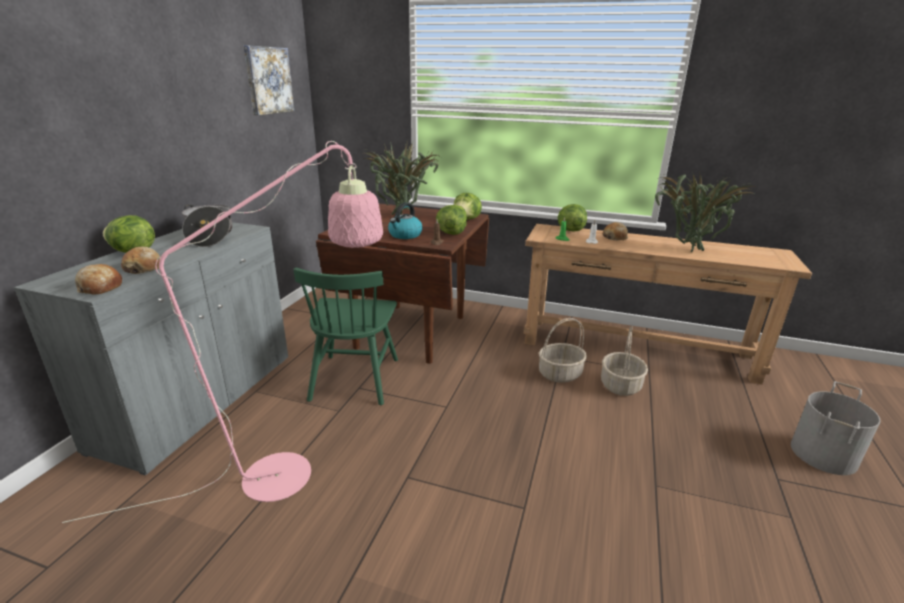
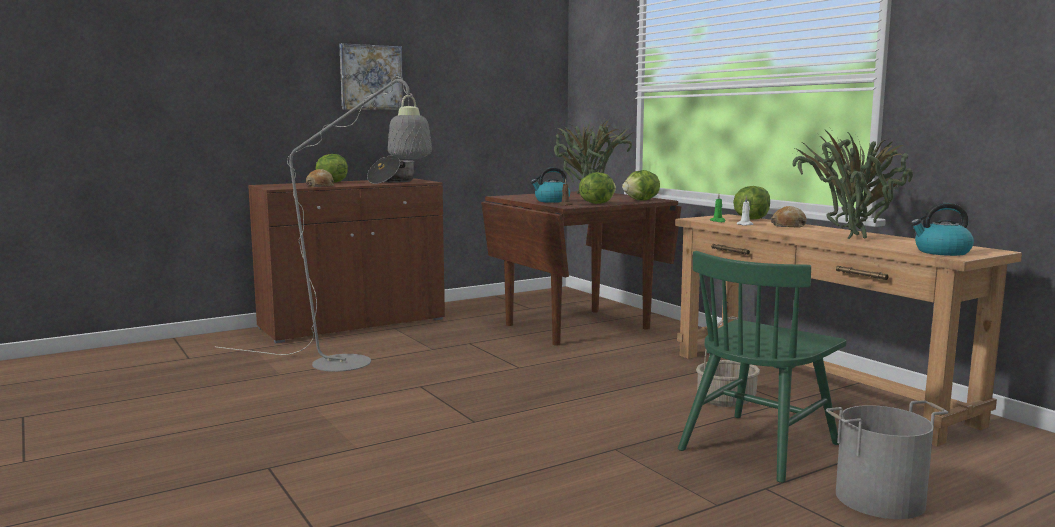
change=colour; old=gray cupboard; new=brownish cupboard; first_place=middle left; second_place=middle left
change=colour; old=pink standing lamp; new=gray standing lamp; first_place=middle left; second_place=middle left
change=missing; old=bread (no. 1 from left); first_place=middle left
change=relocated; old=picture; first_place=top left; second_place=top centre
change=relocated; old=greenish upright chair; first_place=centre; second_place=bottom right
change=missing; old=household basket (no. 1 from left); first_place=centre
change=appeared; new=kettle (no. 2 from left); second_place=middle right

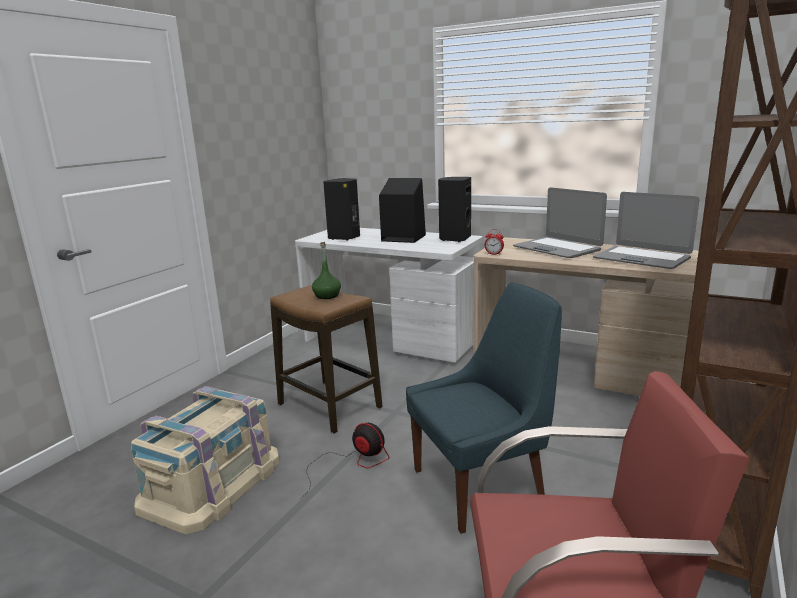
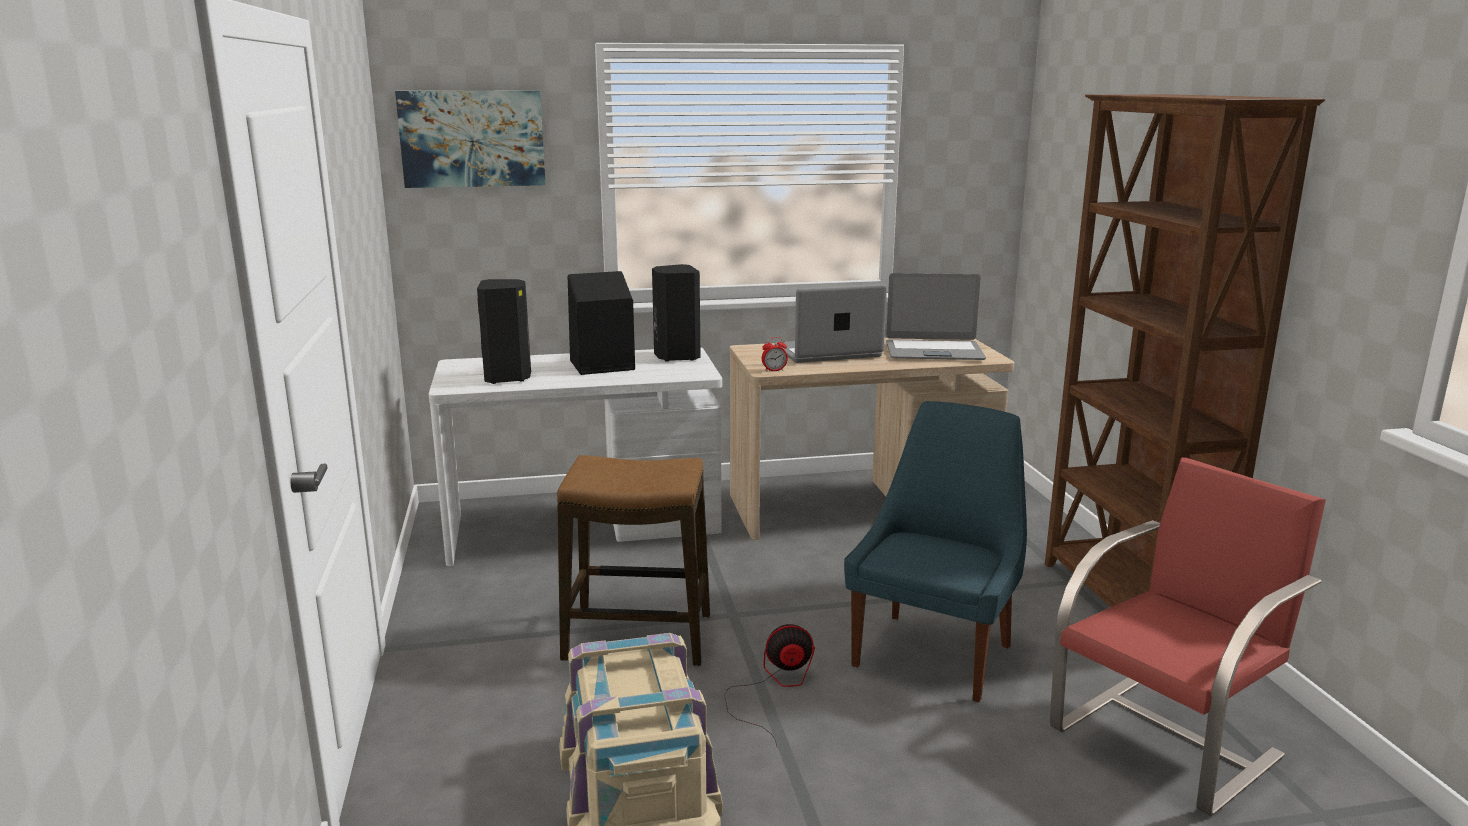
change=missing; old=greenish beverage bottle; first_place=centre
change=spun; old=portable computer (no. 1 from left); first_place=middle right; second_place=centre; degrees=150
change=appeared; new=picture; second_place=top left

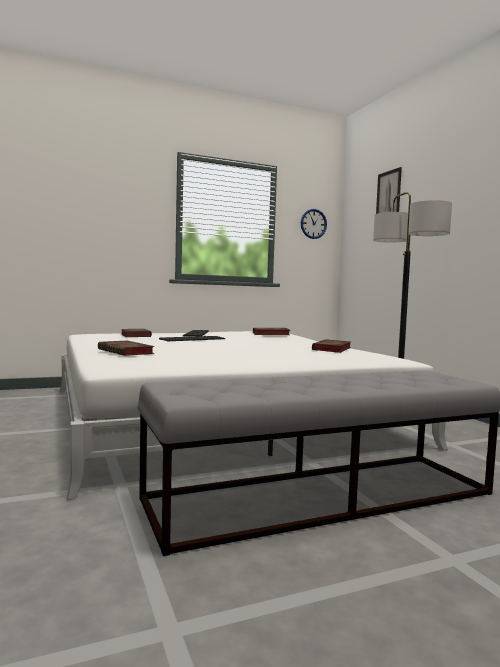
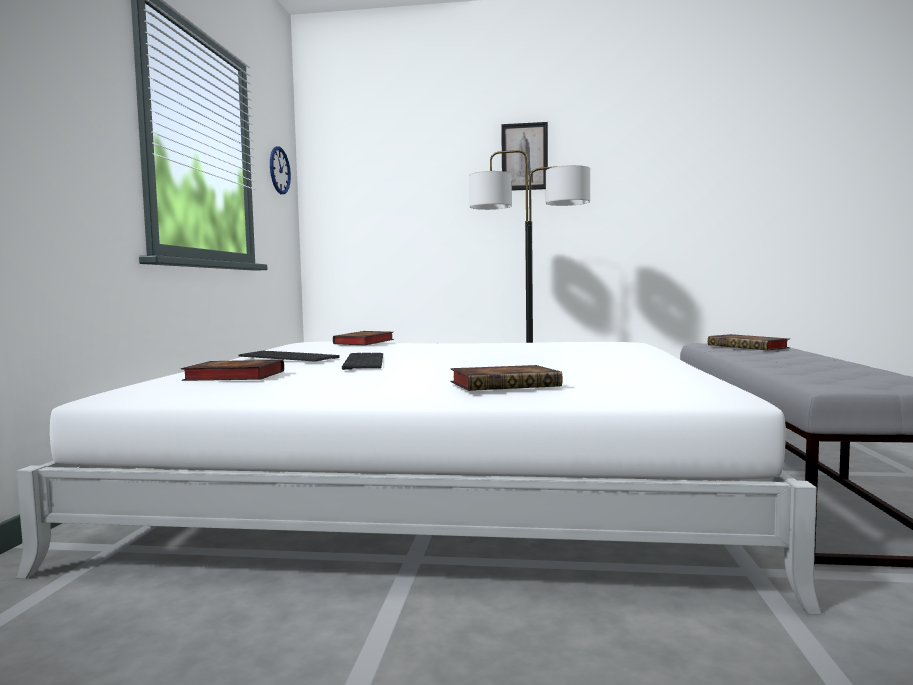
change=relocated; old=volume (no. 4 from left); first_place=centre; second_place=middle right
change=relocated; old=picture; first_place=top right; second_place=top centre

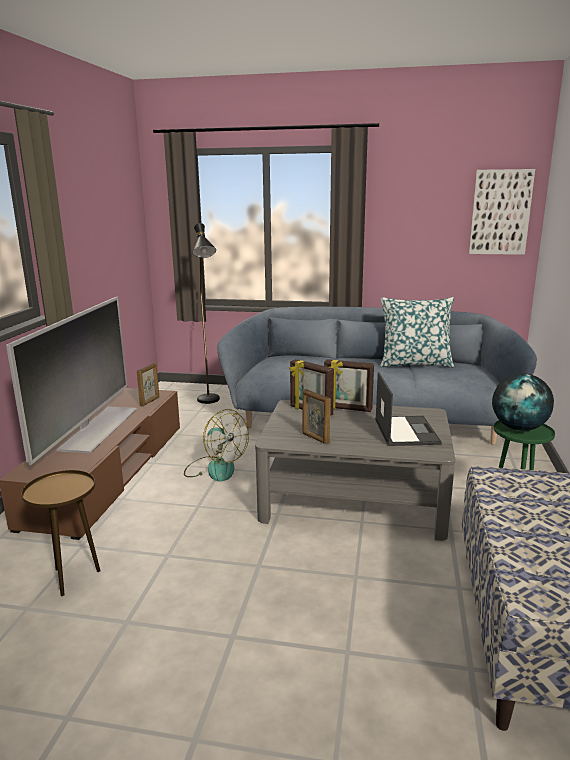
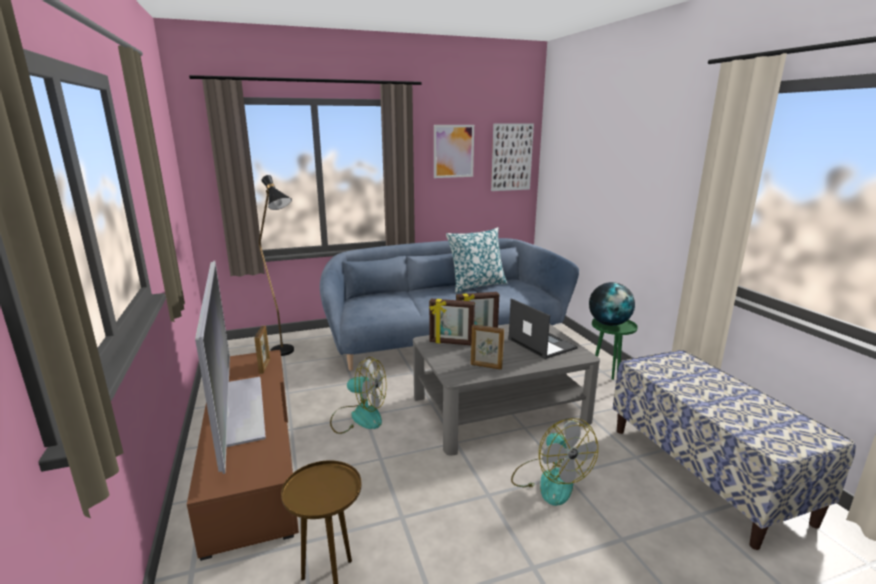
change=appeared; new=picture (no. 1 from left); second_place=top centre
change=appeared; new=cooling fan (no. 2 from left); second_place=bottom centre

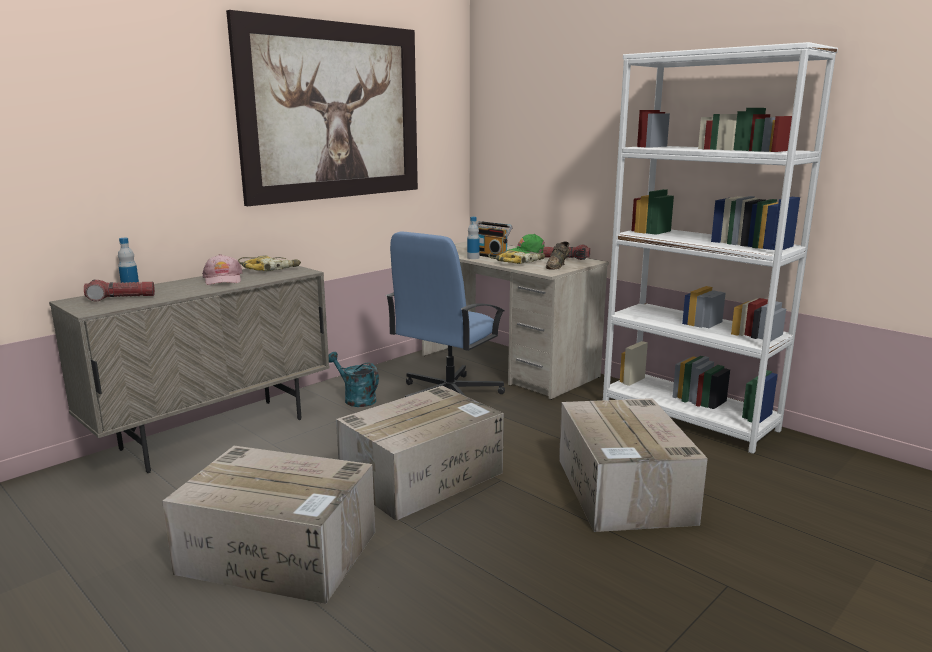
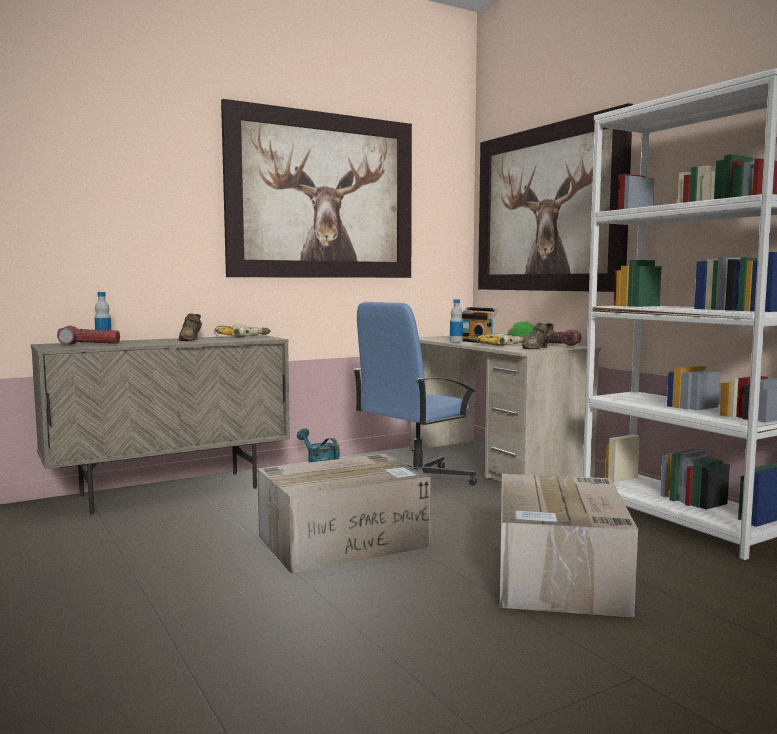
change=missing; old=packing box (no. 1 from left); first_place=bottom left
change=exchanged; old=pink baseball cap; new=brownish low shoe (no. 1 from left); first_place=middle left; second_place=middle left
change=appeared; new=picture (no. 2 from left); second_place=top right

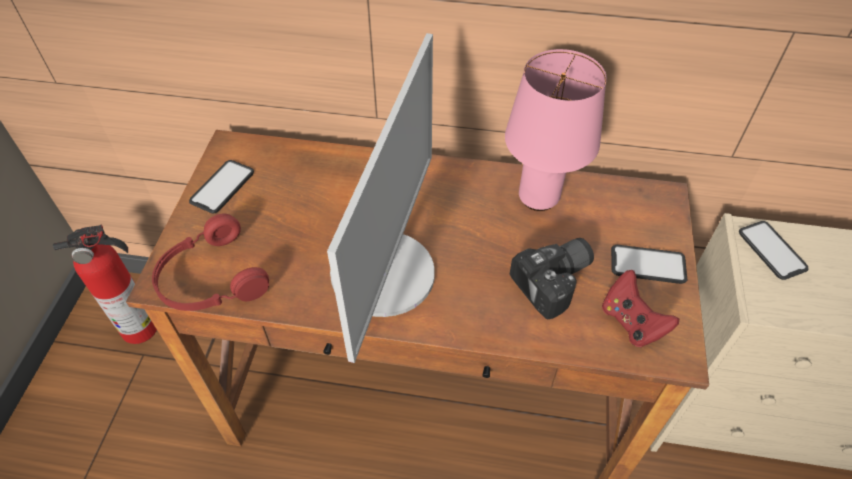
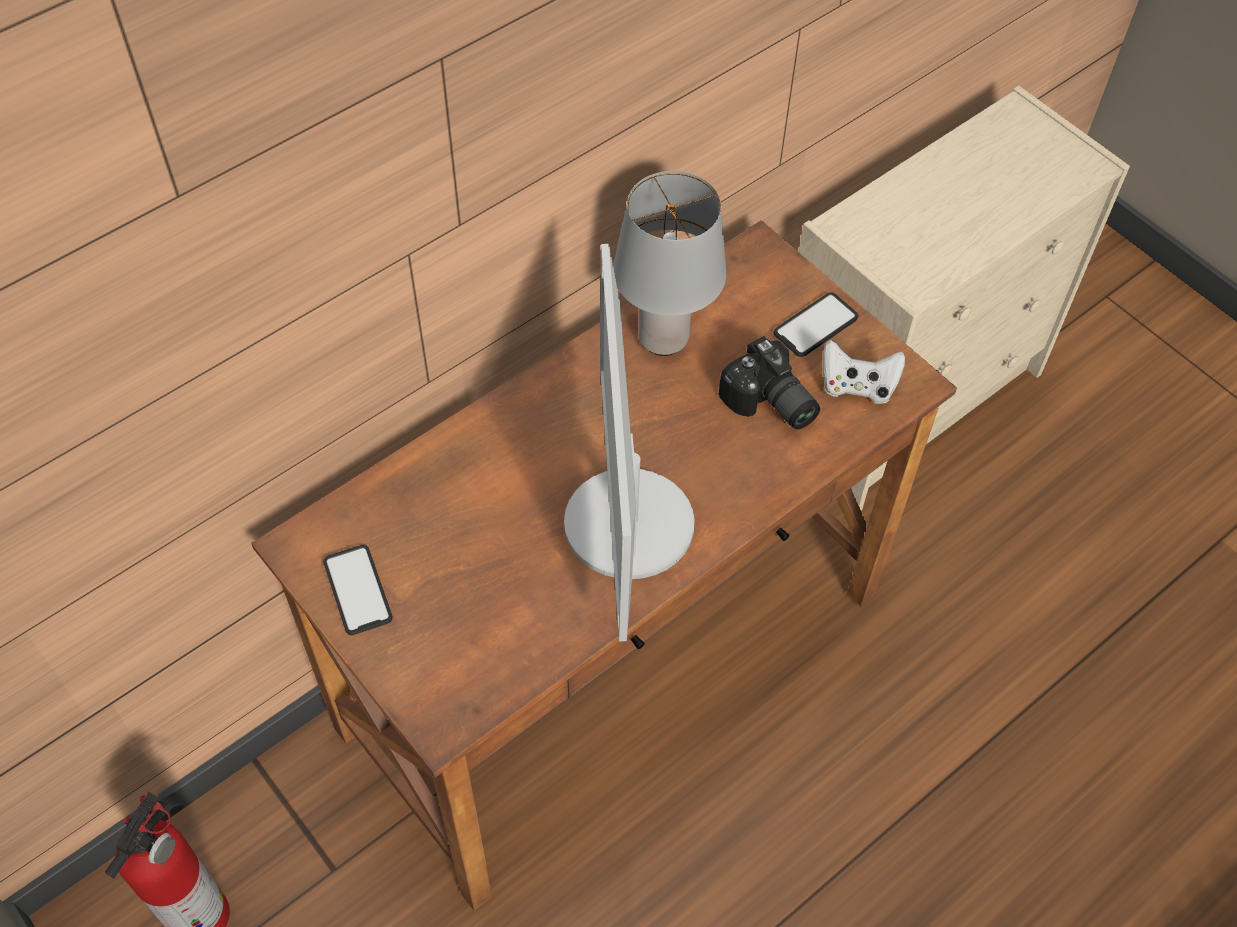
change=missing; old=reddish headset; first_place=middle left
change=spun; old=computer screen; first_place=centre; second_place=centre; degrees=-150
change=colour; old=pink tabletop lamp; new=gray tabletop lamp; first_place=top centre; second_place=top centre
change=spun; old=photo camera; first_place=centre; second_place=centre; degrees=135
change=colour; old=reddish game controller; new=whitish game controller; first_place=middle right; second_place=middle right
change=missing; old=phone (no. 3 from left); first_place=middle right

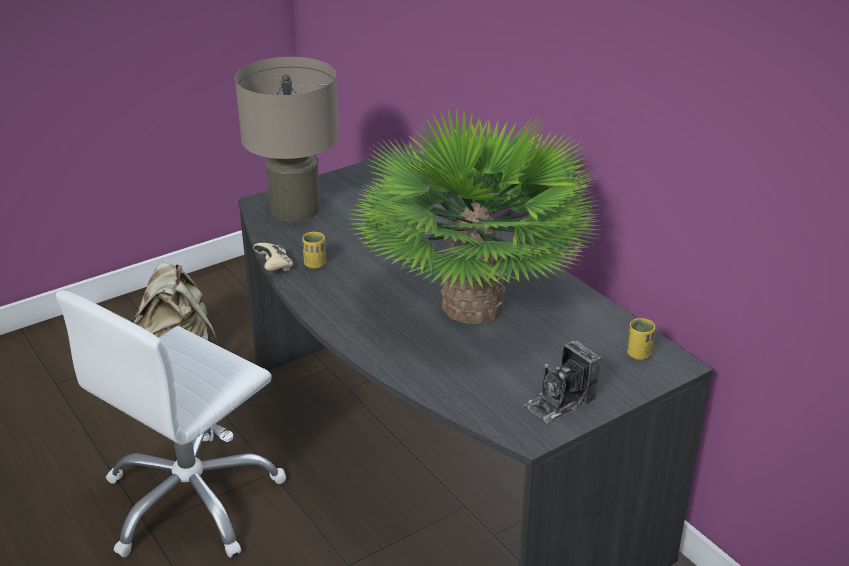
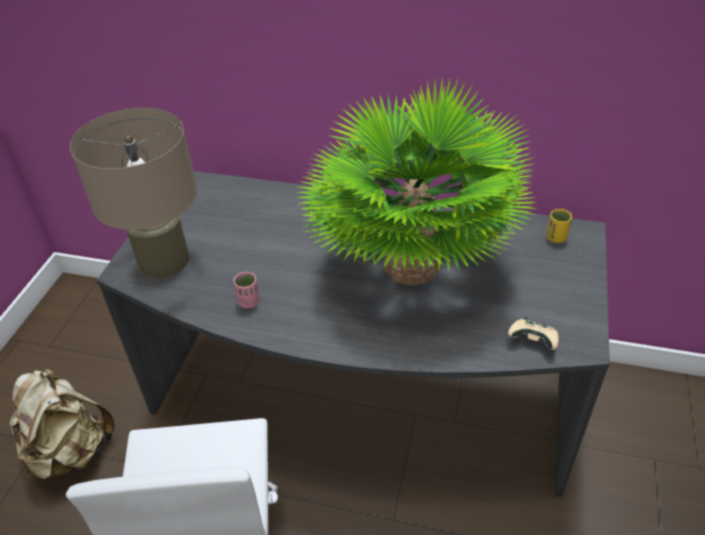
change=relocated; old=beige game controller; first_place=middle left; second_place=middle right
change=colour; old=yellowish cup (no. 1 from left); new=pink cup; first_place=centre; second_place=centre
change=missing; old=photo camera; first_place=bottom centre

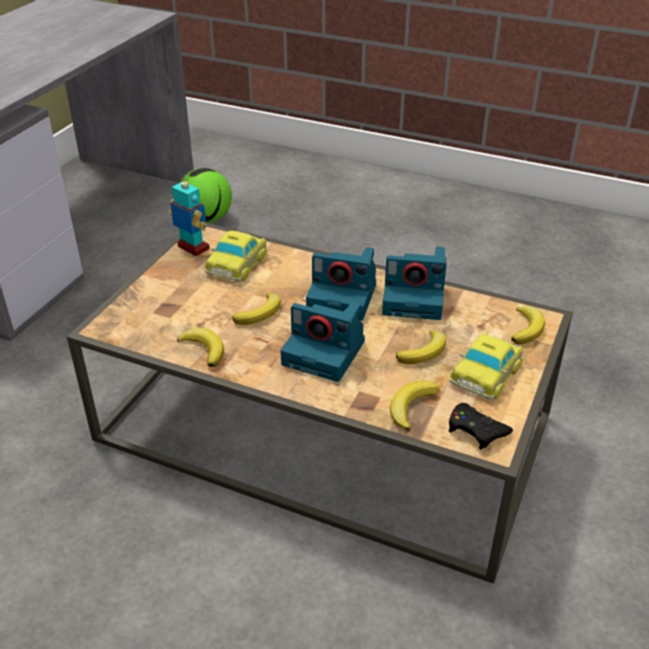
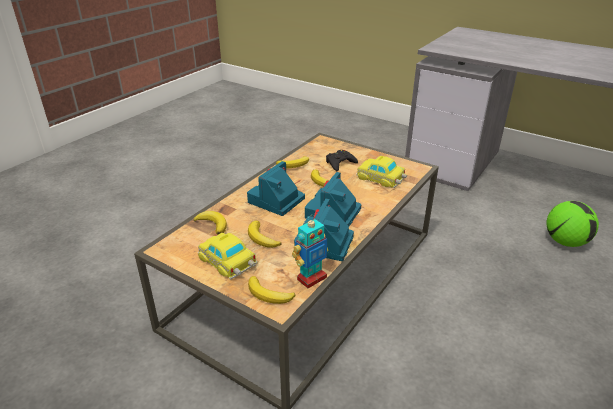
change=relocated; old=robot figure; first_place=top left; second_place=centre
change=relocated; old=black game controller; first_place=middle right; second_place=centre

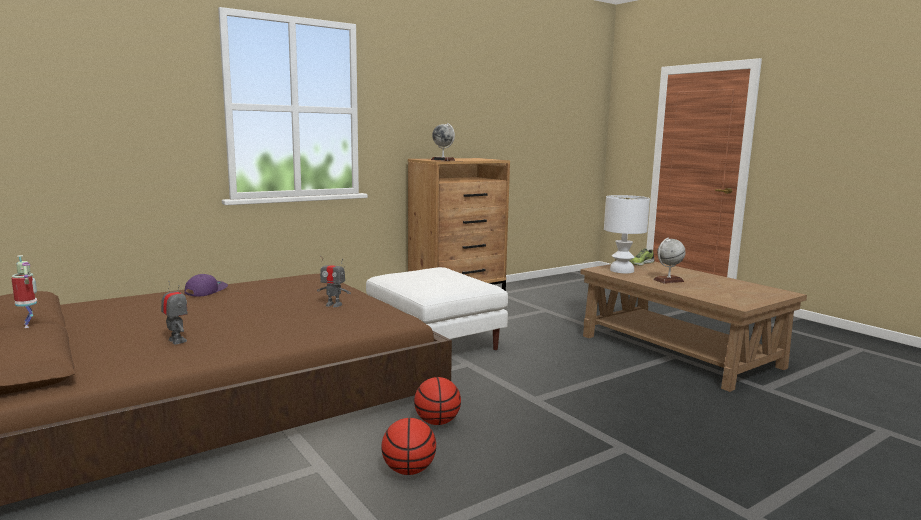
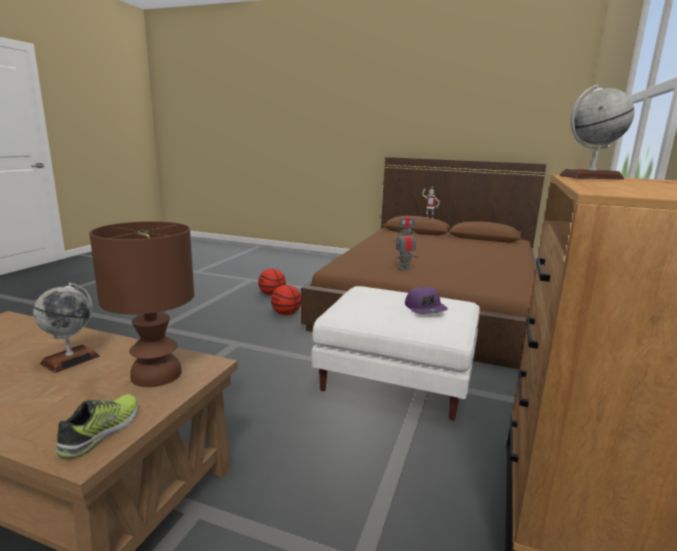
change=relocated; old=purple-coloured baseball cap; first_place=middle left; second_place=centre
change=colour; old=whitish tabletop lamp; new=brownish tabletop lamp; first_place=middle right; second_place=middle left

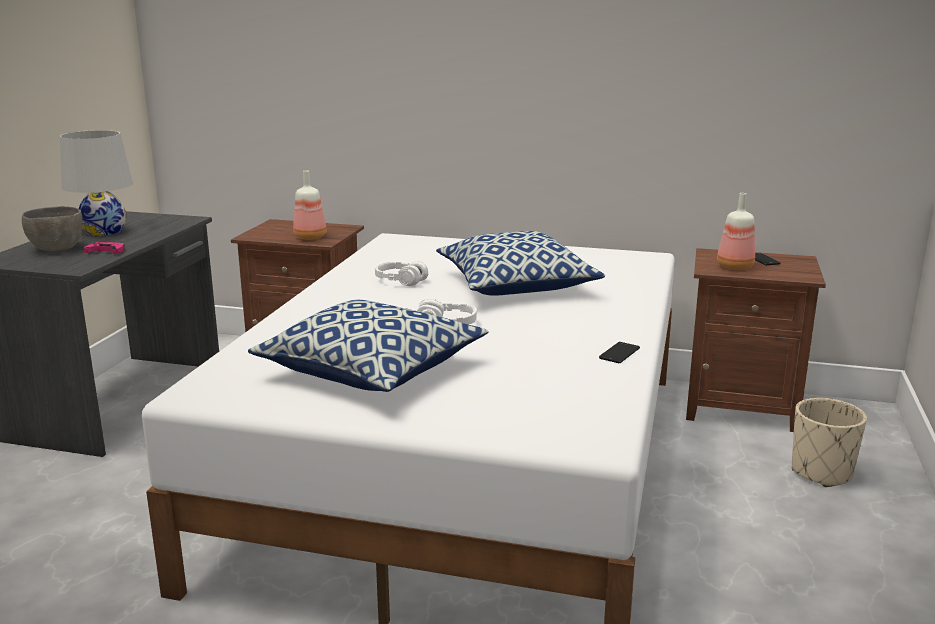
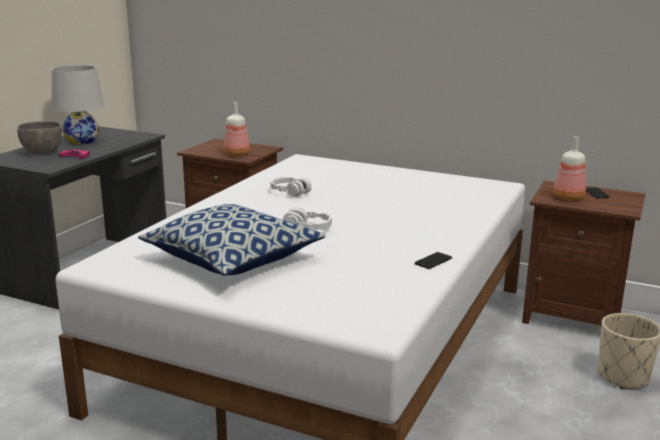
change=missing; old=cushion (no. 2 from left); first_place=centre

